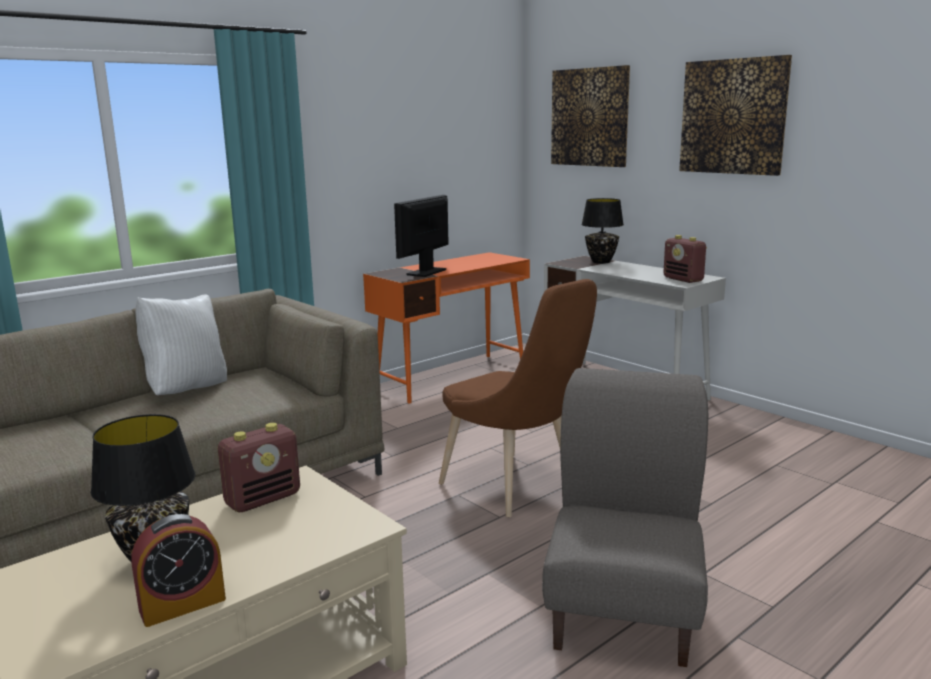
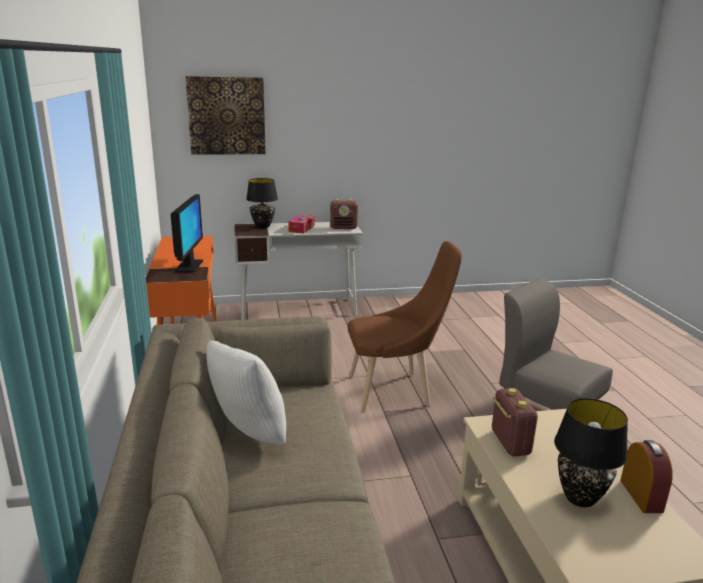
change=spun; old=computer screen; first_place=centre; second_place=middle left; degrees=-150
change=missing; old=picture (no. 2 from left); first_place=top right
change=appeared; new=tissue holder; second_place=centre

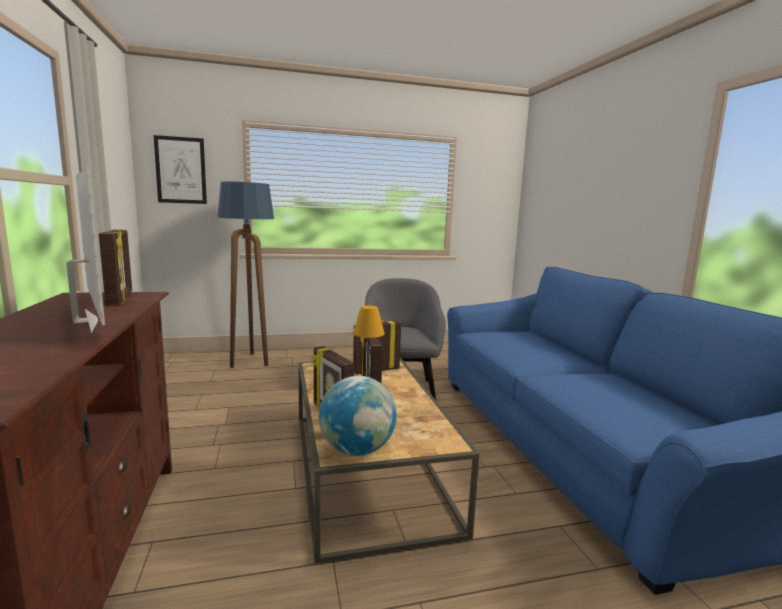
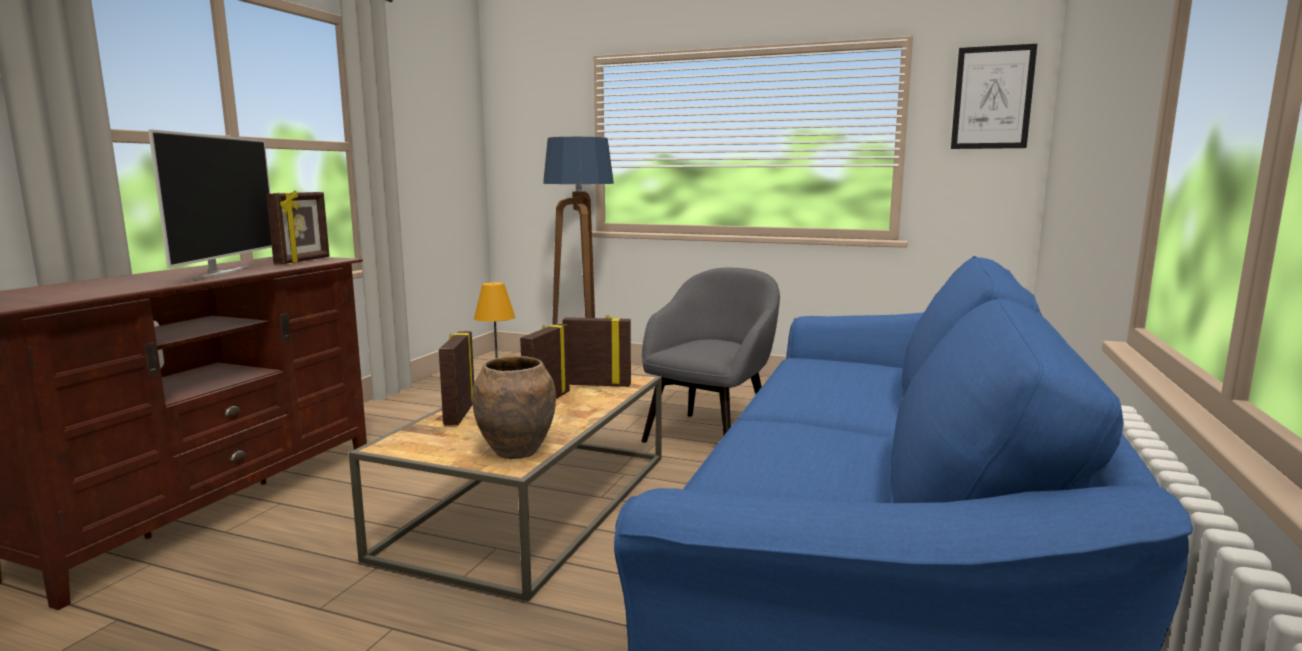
change=relocated; old=picture; first_place=top left; second_place=top right
change=missing; old=world globe; first_place=bottom centre
change=appeared; new=brownish flower vase; second_place=centre

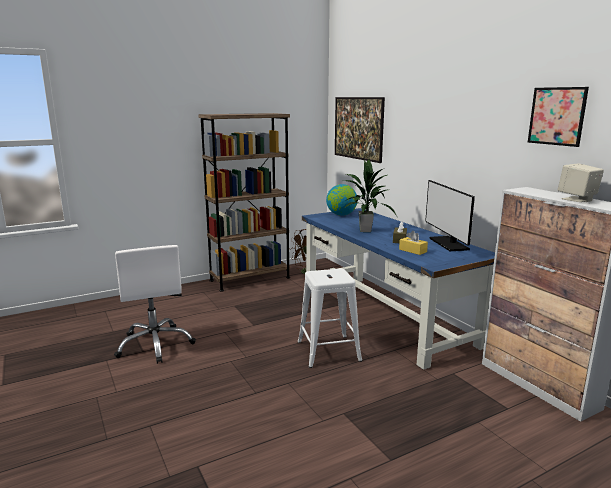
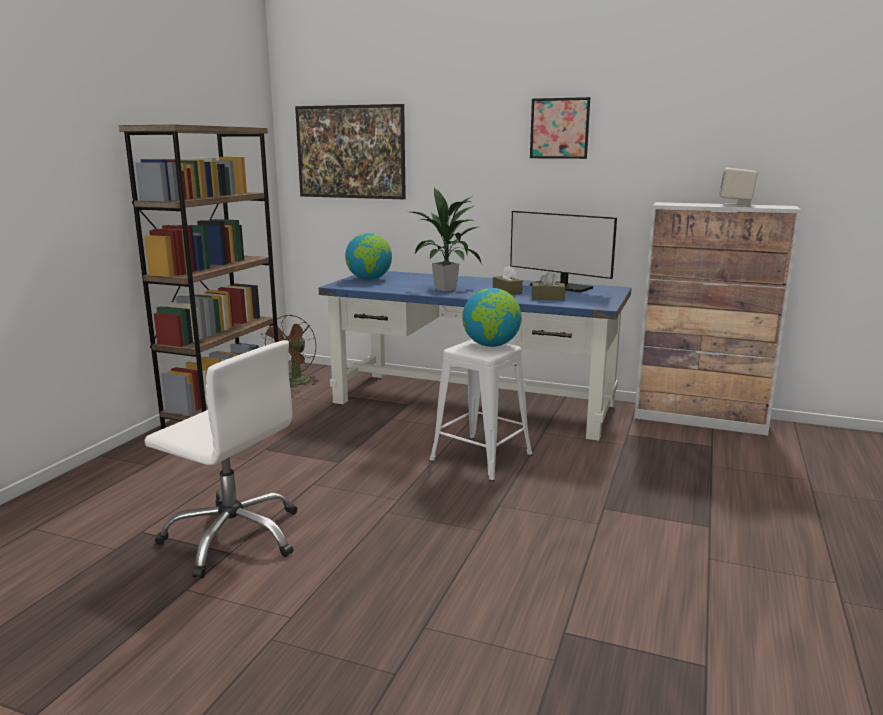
change=colour; old=yellowish tissue holder; new=brownish tissue holder (no. 2 from left); first_place=middle right; second_place=centre
change=relocated; old=picture (no. 2 from left); first_place=top right; second_place=top centre
change=appeared; new=world globe (no. 2 from left); second_place=centre

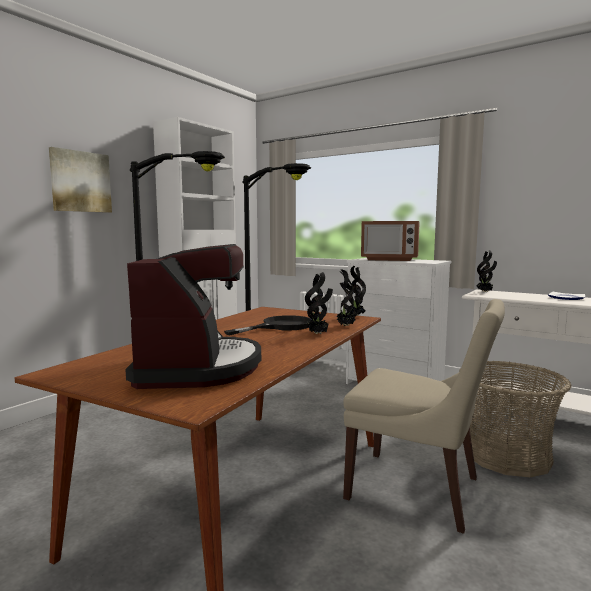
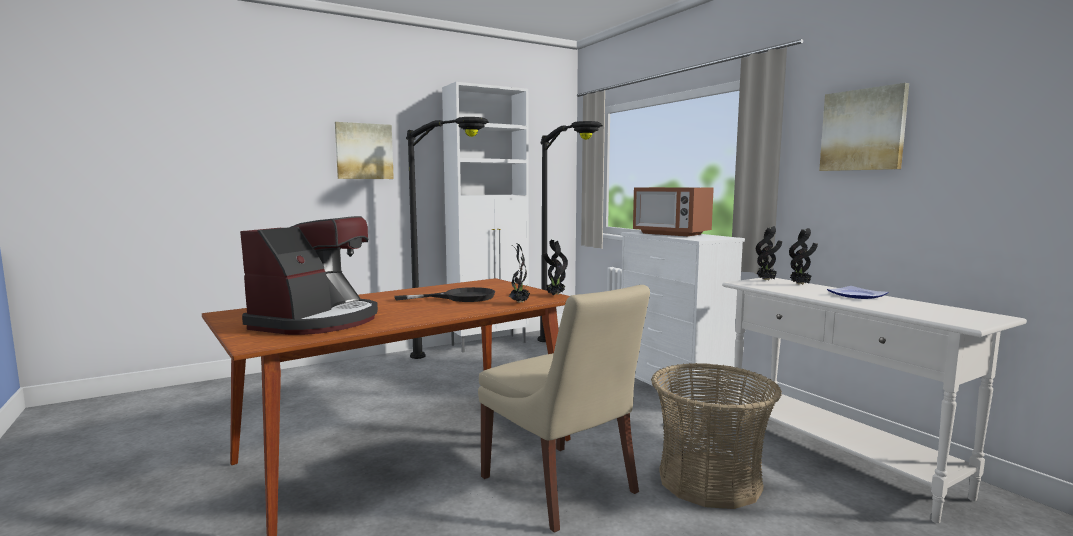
change=relocated; old=houseplant (no. 1 from left in the first image); new=houseplant (no. 4 from left); first_place=centre; second_place=middle right
change=appeared; new=picture (no. 2 from left); second_place=top right

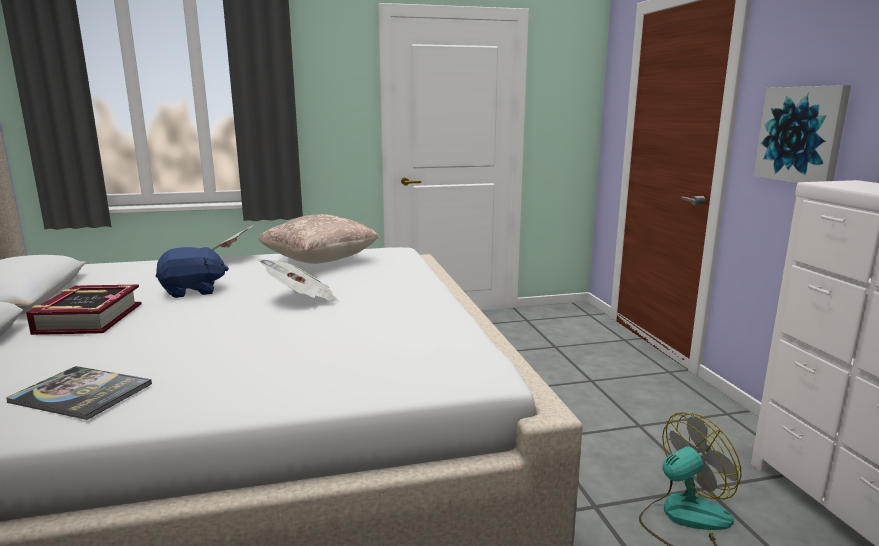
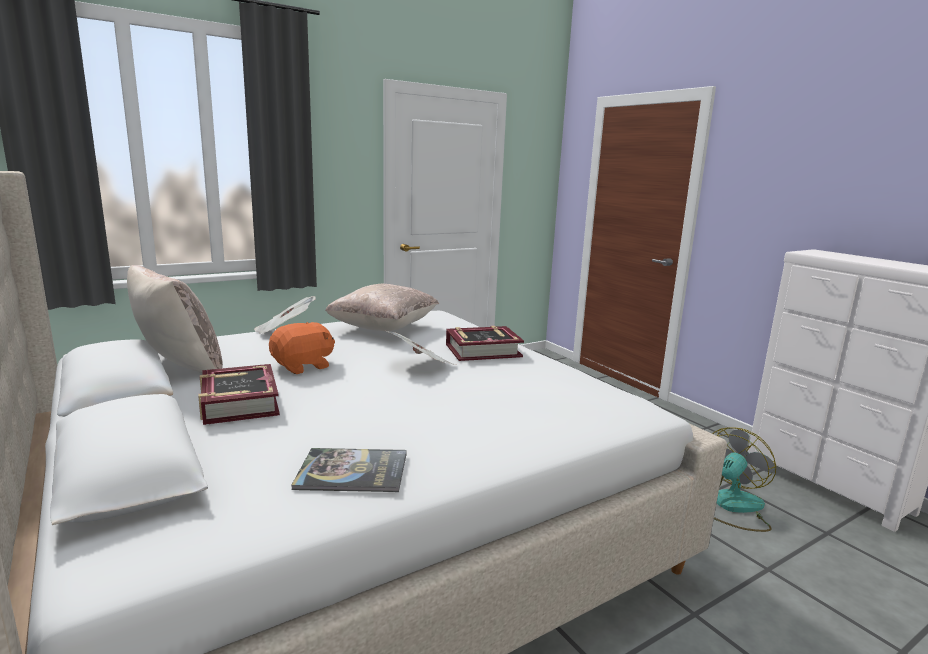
change=colour; old=bluish soft toy; new=orangey soft toy; first_place=middle left; second_place=middle left
change=missing; old=picture; first_place=top right
change=appeared; new=beige cushion (no. 1 from left); second_place=middle left
change=appeared; new=volume (no. 3 from left); second_place=centre

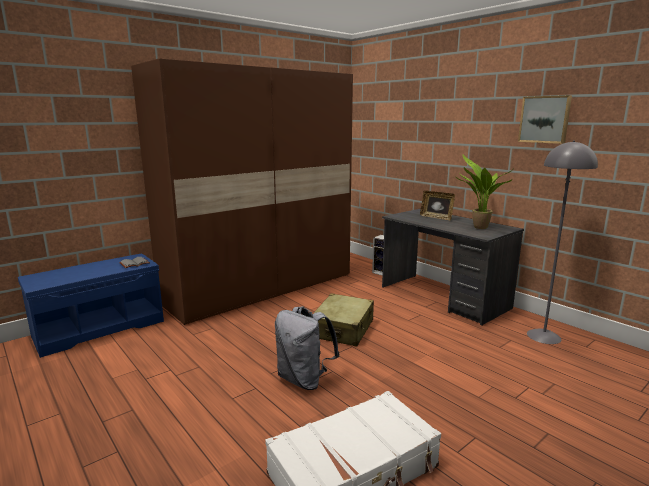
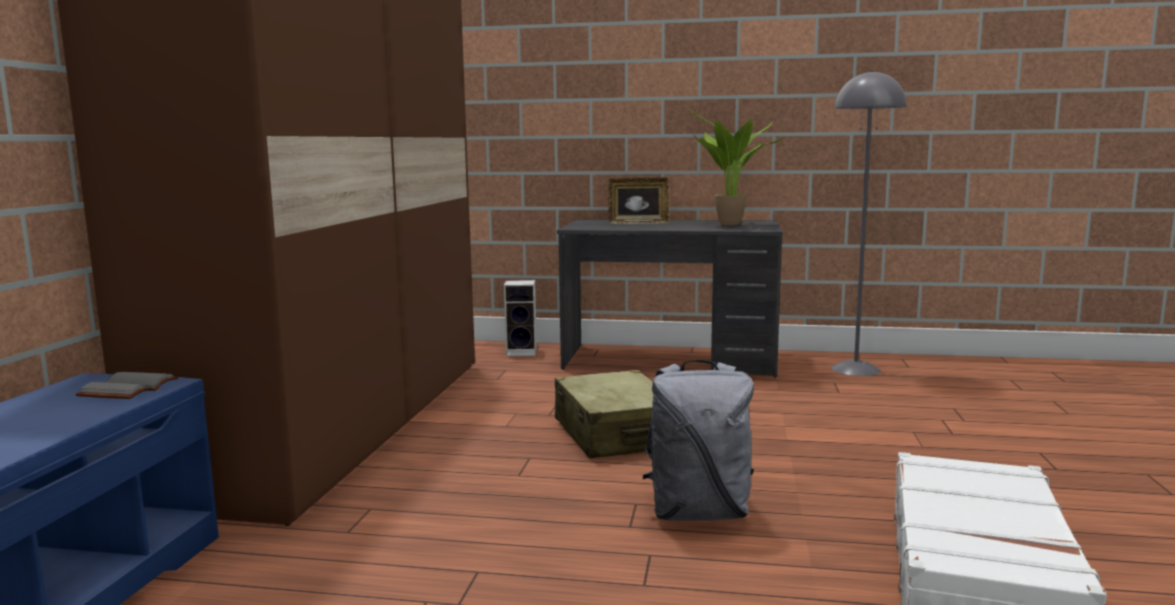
change=missing; old=picture; first_place=top right

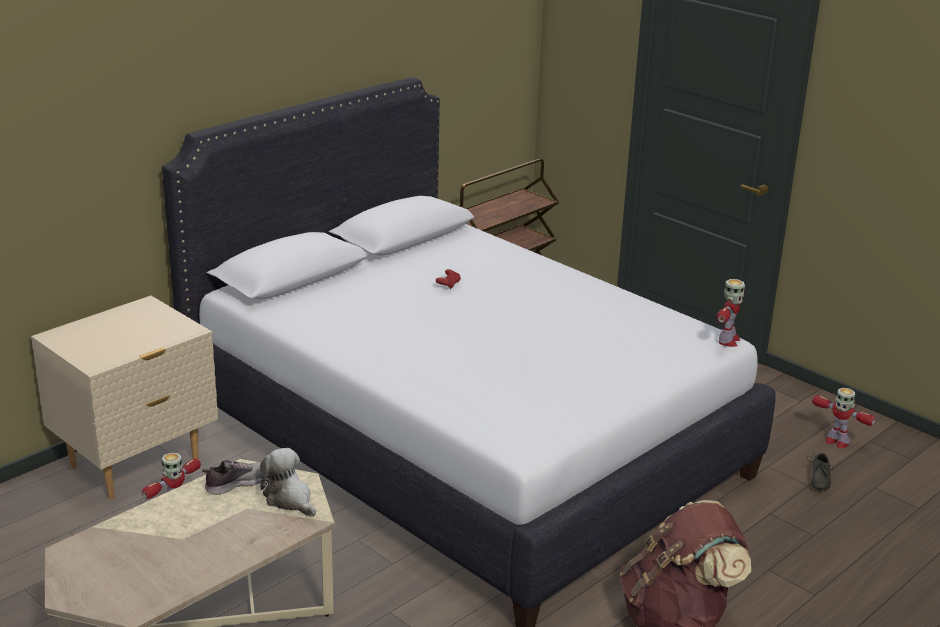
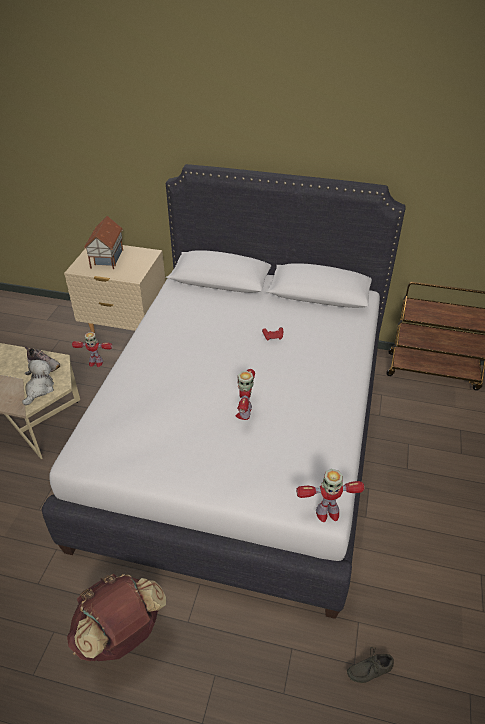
change=relocated; old=robot figure (no. 3 from left in the first image); new=robot figure (no. 2 from left); first_place=bottom right; second_place=centre
change=appeared; new=miniature house; second_place=middle left

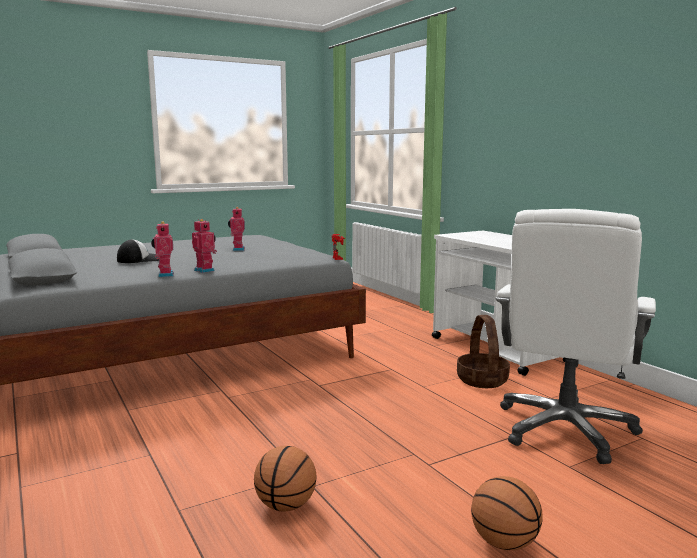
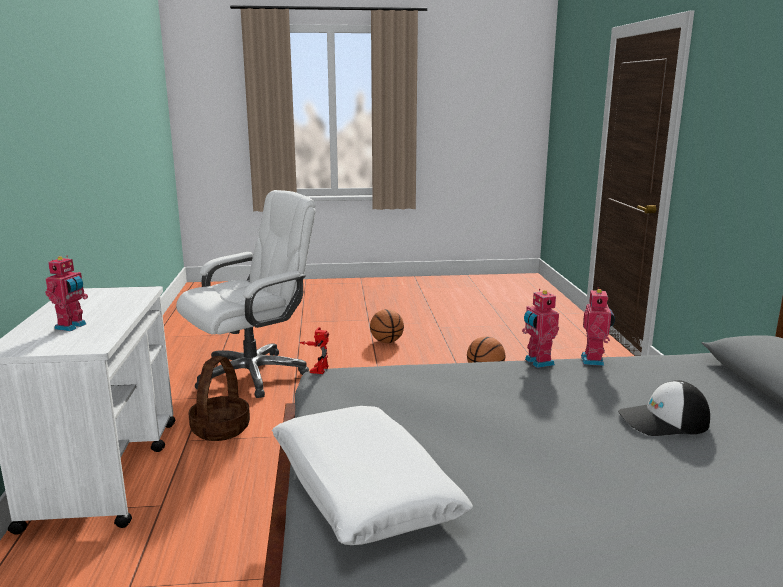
change=relocated; old=robot figure (no. 3 from left in the first image); new=robot figure (no. 1 from left); first_place=centre; second_place=middle left
change=appeared; new=whitish cushion; second_place=bottom centre

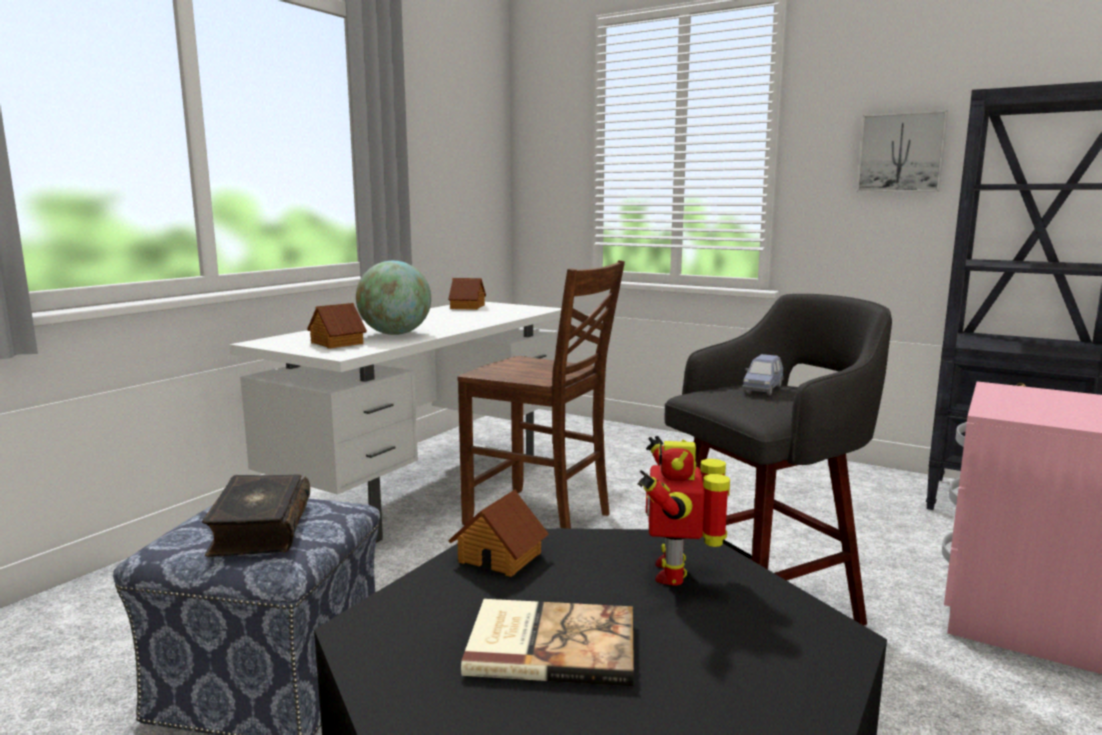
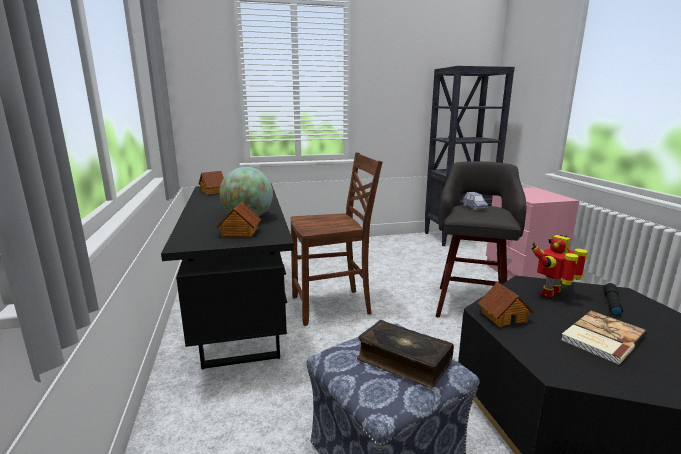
change=colour; old=whitish desk; new=black desk; first_place=centre; second_place=centre
change=spun; old=robot figure; first_place=bottom centre; second_place=middle right; degrees=90
change=missing; old=picture; first_place=top right
change=appeared; new=black flashlight; second_place=middle right

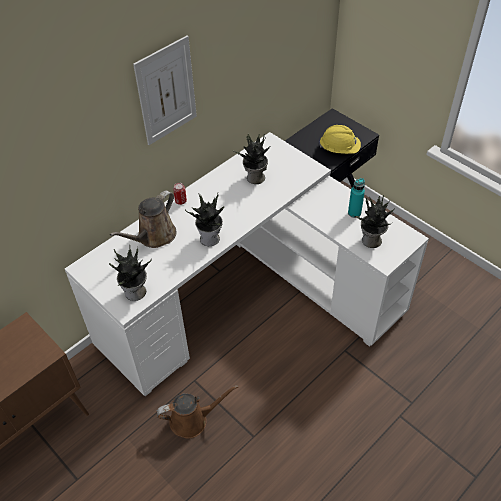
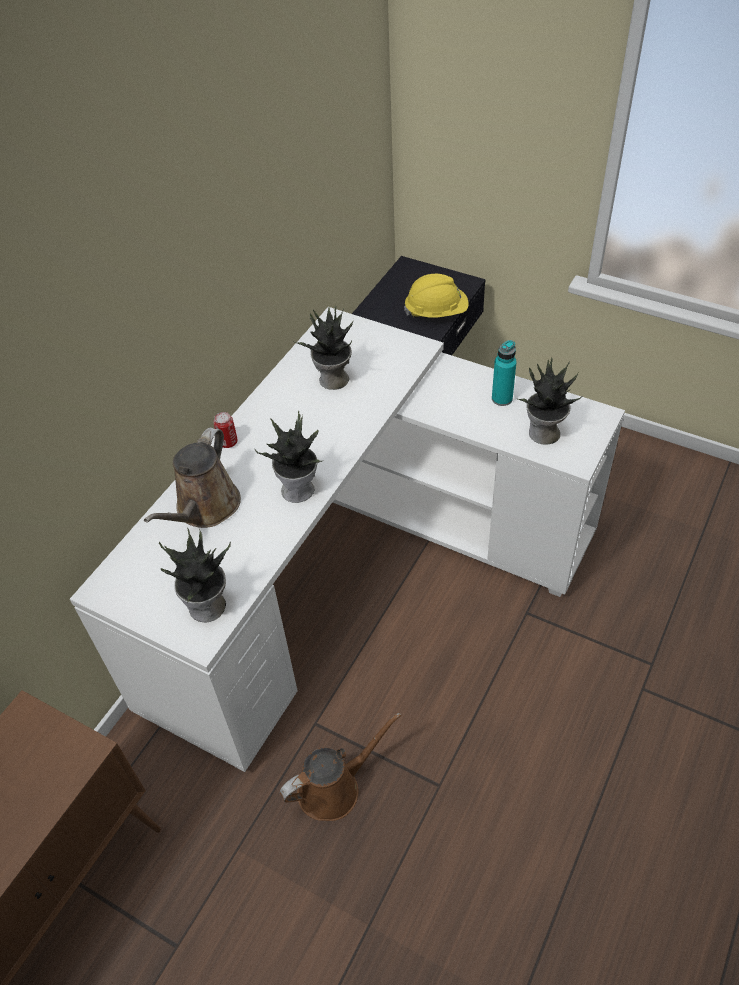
change=missing; old=picture; first_place=top left

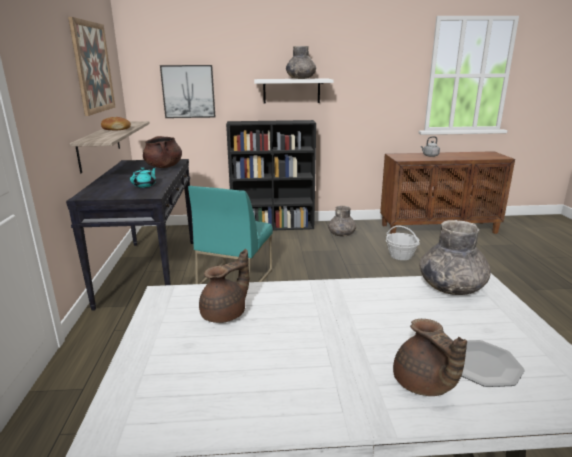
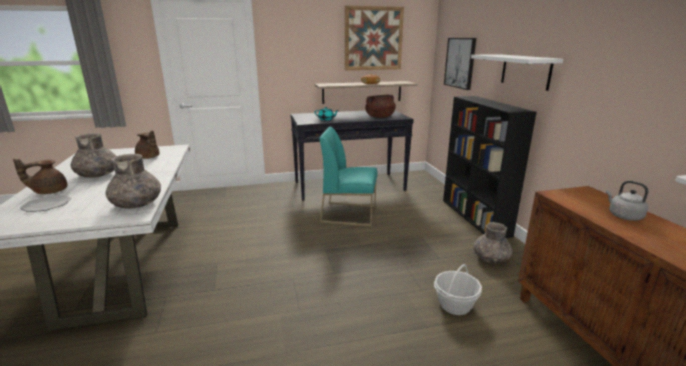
change=relocated; old=gray flower vase (no. 1 from left); first_place=top centre; second_place=middle left

